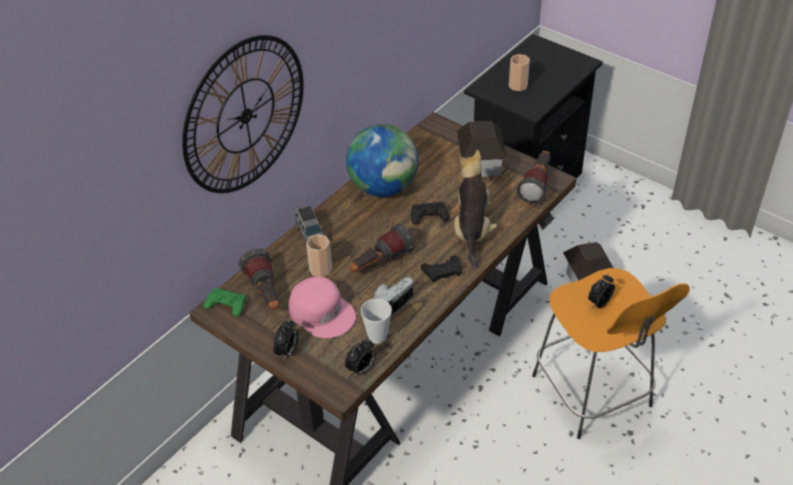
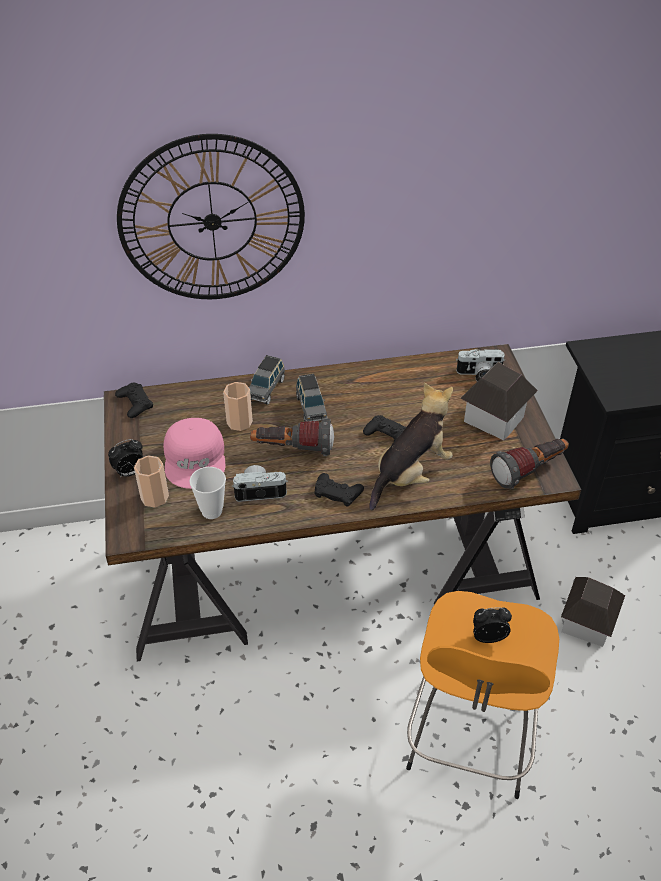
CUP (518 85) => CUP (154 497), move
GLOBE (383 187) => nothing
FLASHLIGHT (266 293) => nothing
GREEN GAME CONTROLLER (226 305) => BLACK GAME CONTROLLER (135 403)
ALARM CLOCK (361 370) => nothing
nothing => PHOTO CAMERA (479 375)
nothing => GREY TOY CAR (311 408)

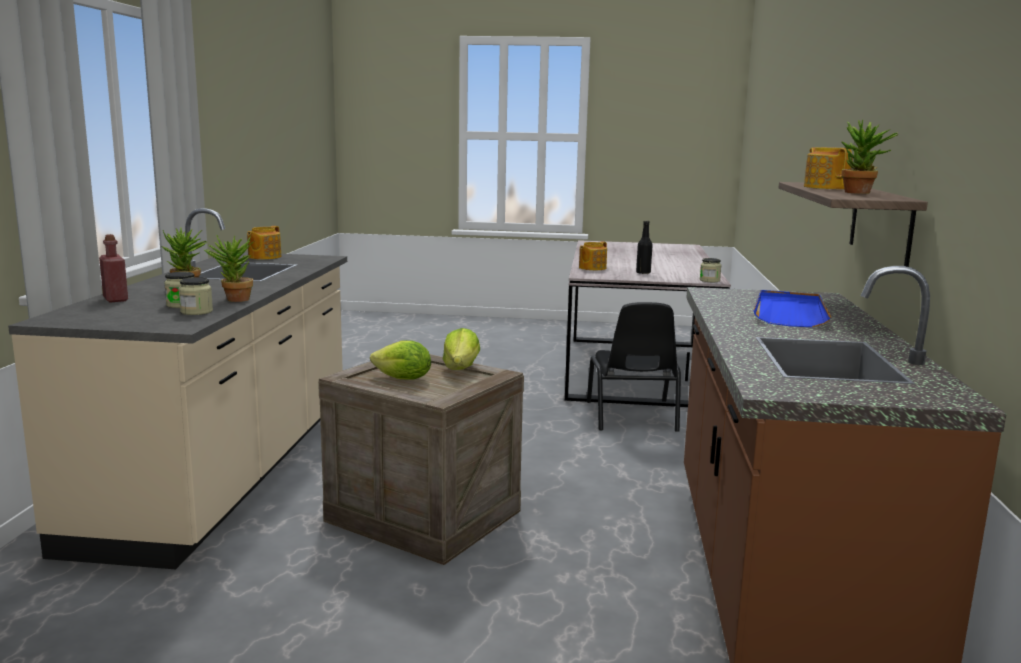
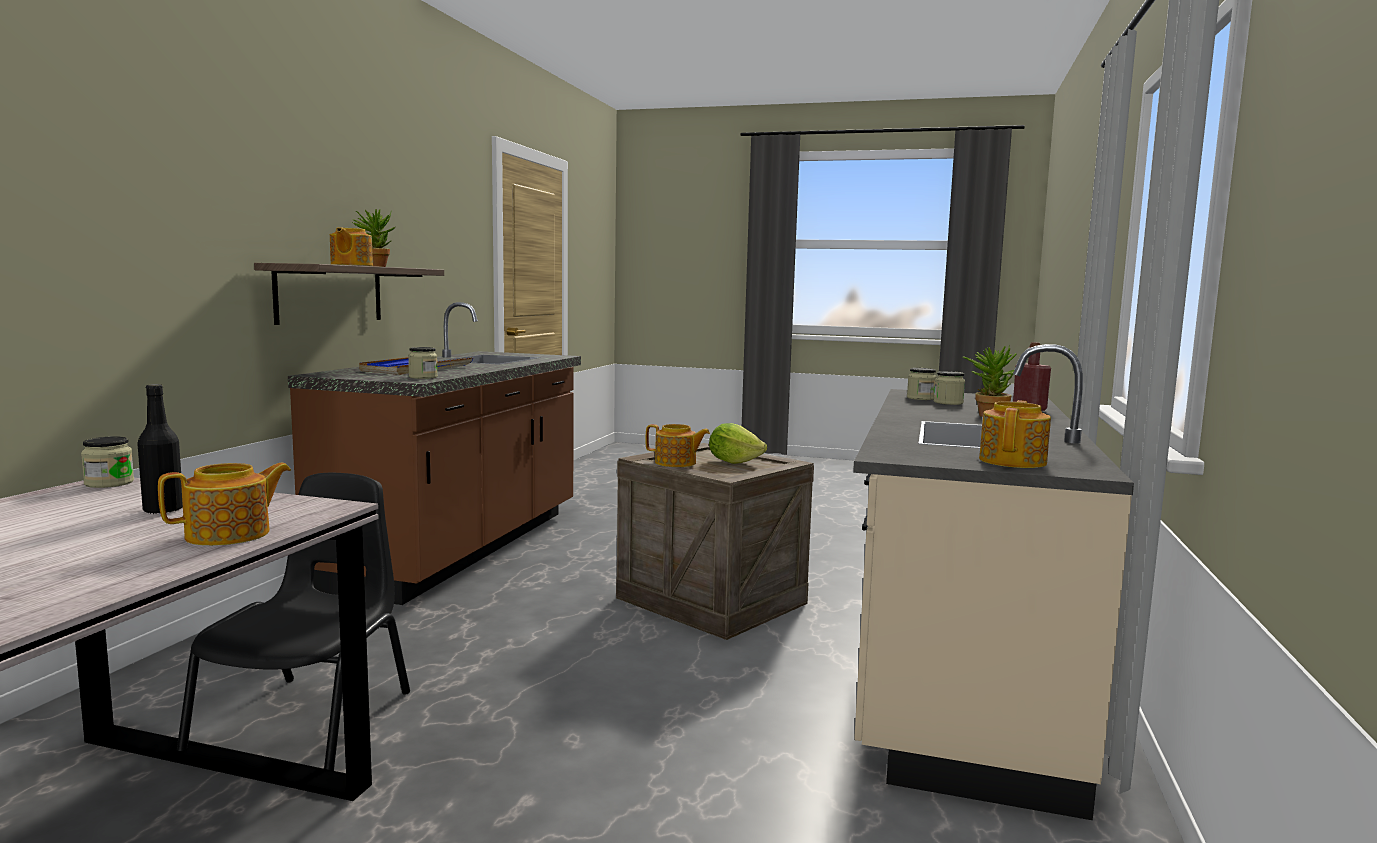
POTTED PLANT (233 300) => nothing
LETTUCE (461 368) => TEAPOT (676 463)
nothing => JAR (423 377)

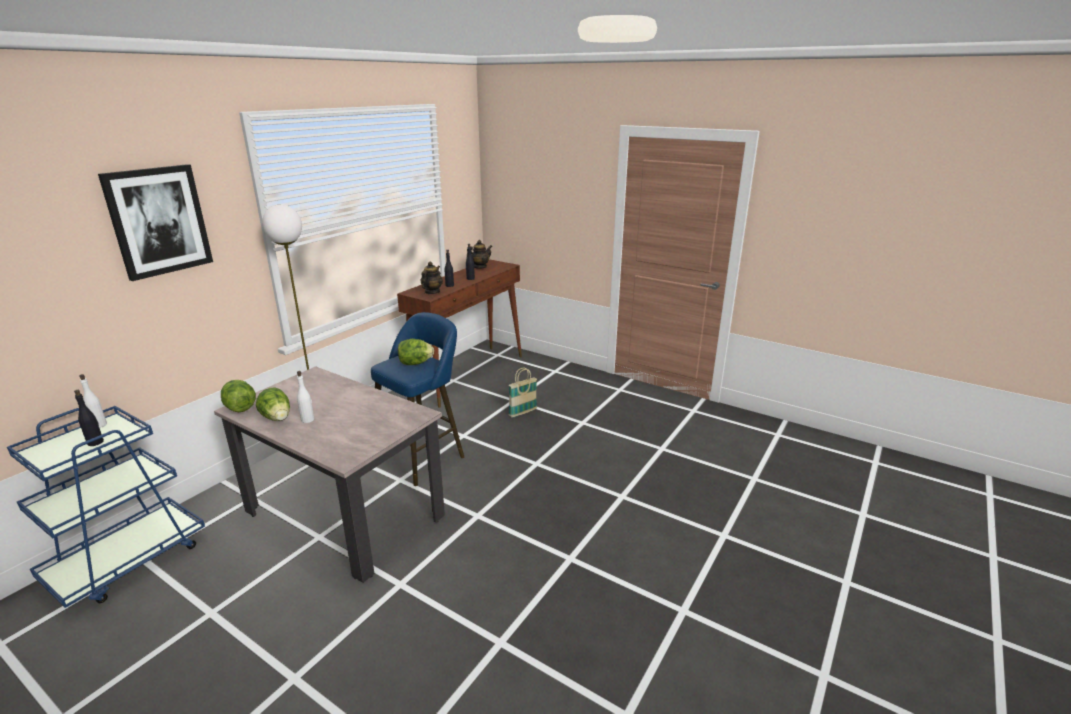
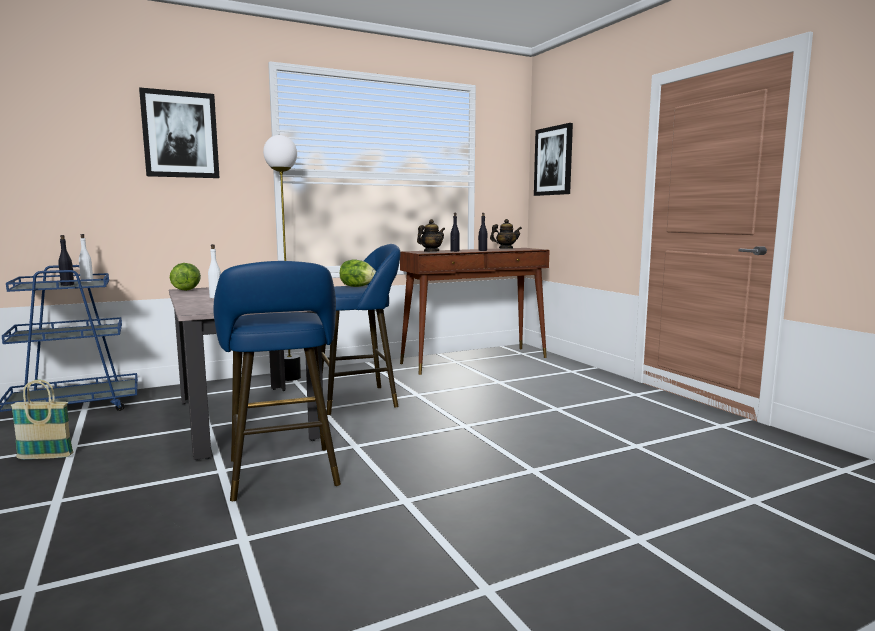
BASKET (523 413) => BASKET (45 457), move
LETTUCE (277 418) => nothing
nothing => PICTURE (553 161)
nothing => BLUE STOOL (284 475)

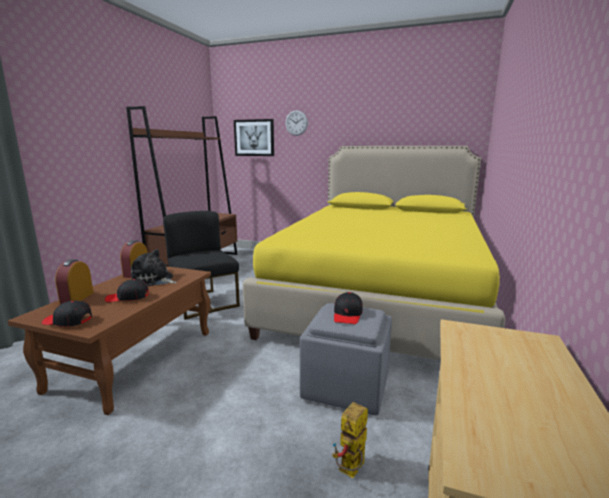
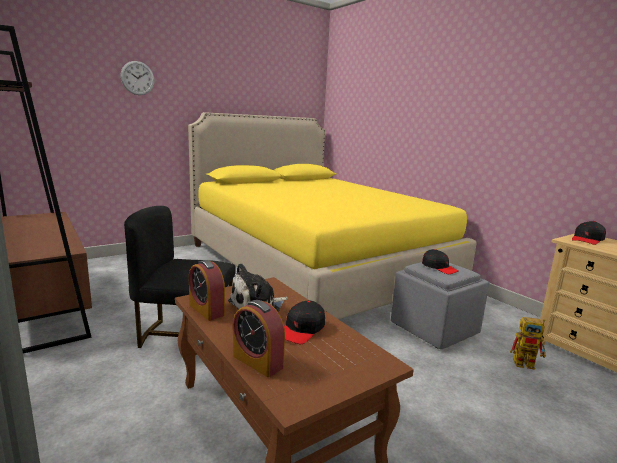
PICTURE (254 138) => nothing
BLACK CAP (68 321) => BLACK CAP (587 239), move
TOY ROBOT (351 472) => TOY ROBOT (528 364), 60 degrees counterclockwise

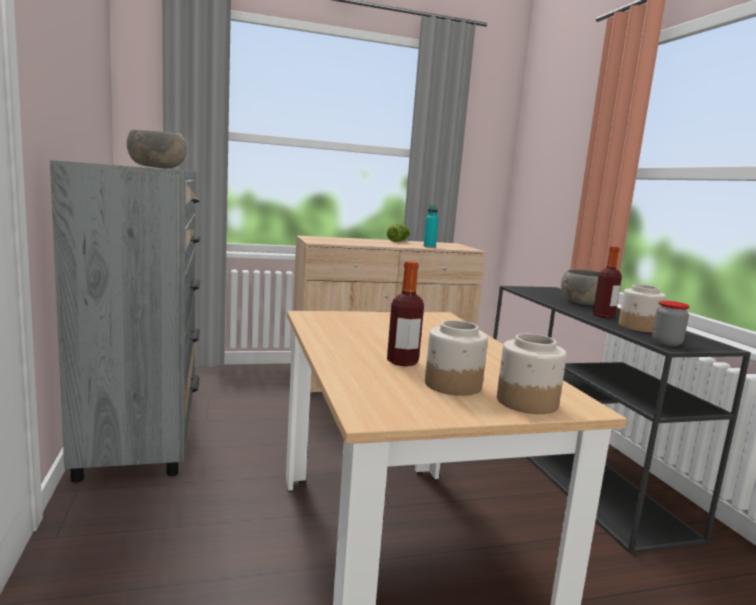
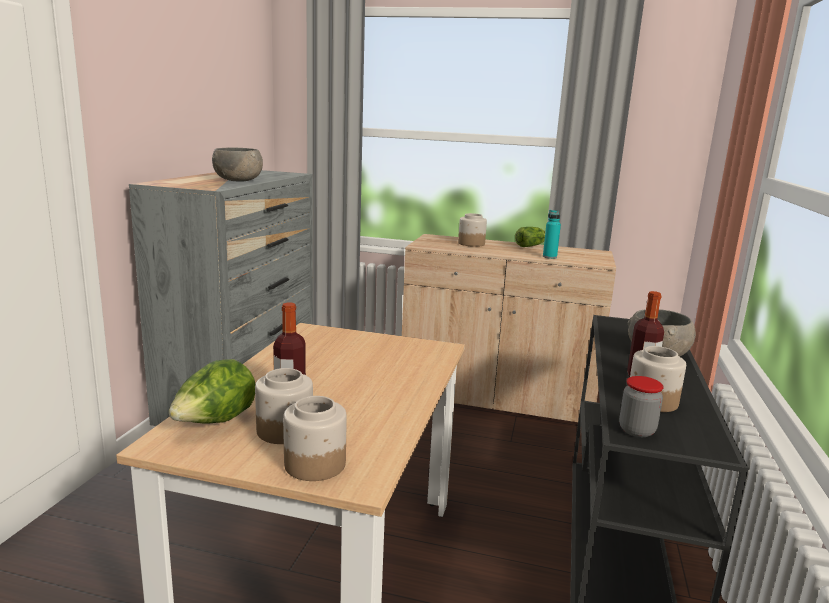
nothing => JAR (471 243)
nothing => LETTUCE (215 423)

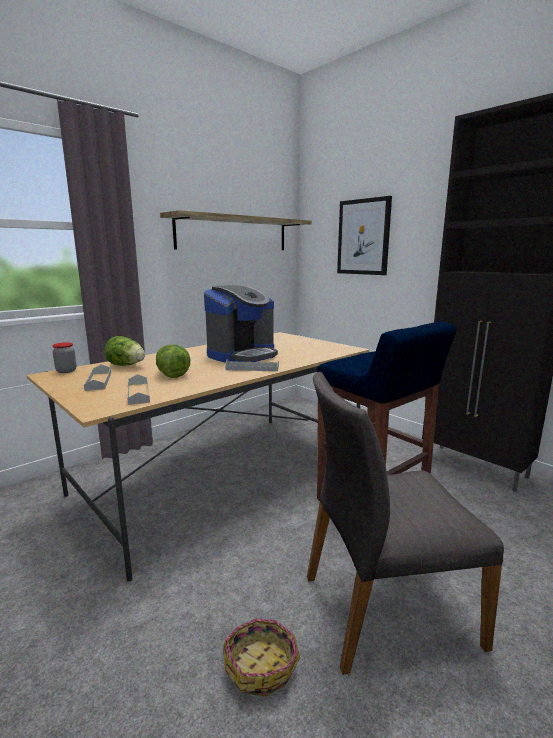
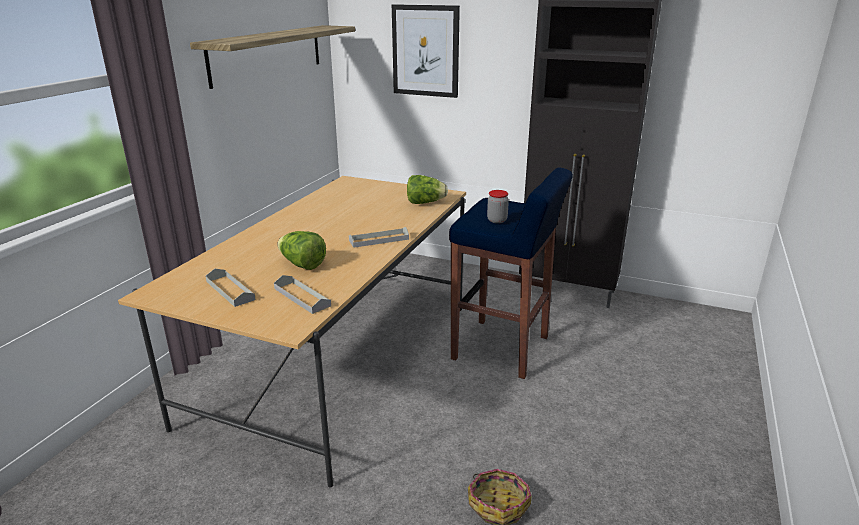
COFFEE MACHINE (242 355) => nothing
LETTUCE (127 365) => LETTUCE (425 203), move
JAR (66 371) => JAR (497 220), move
GREY CHAIR (386 607) => nothing

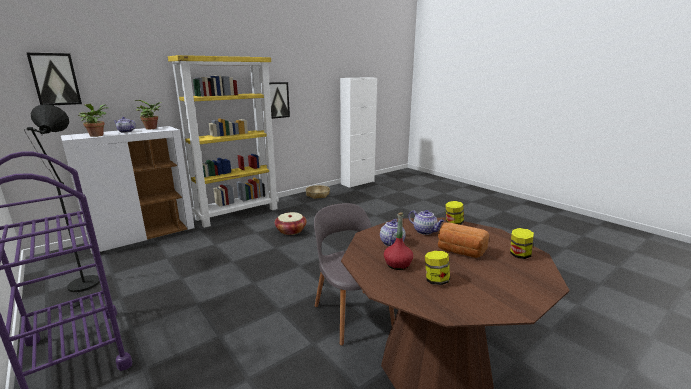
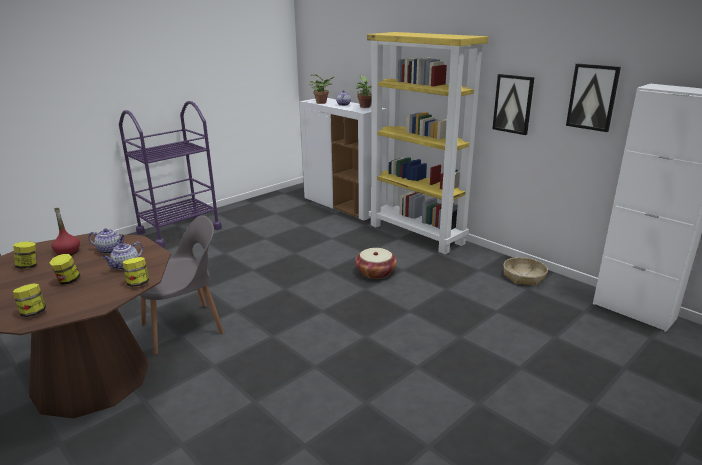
PICTURE (55 79) => PICTURE (592 97), move
BLACK FLOOR LAMP (84 287) => nothing
BREAD (460 251) => JAR (68 281)

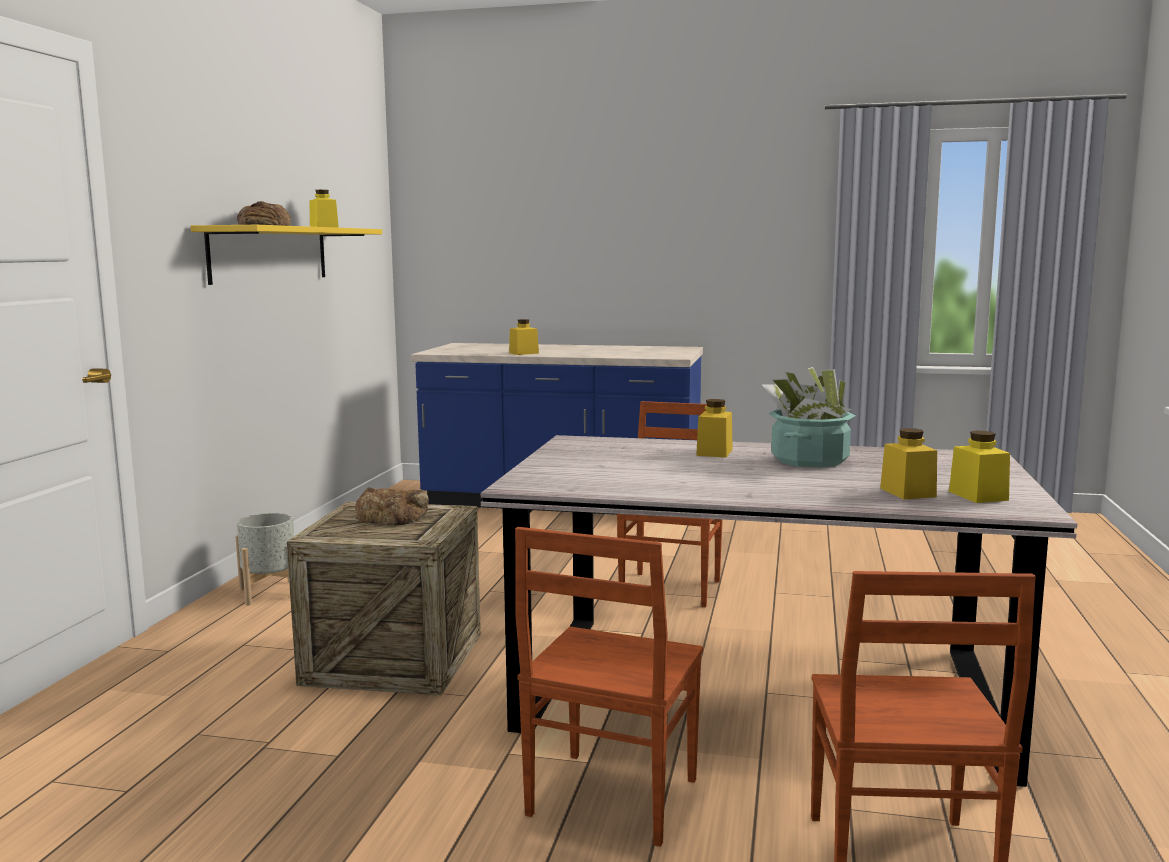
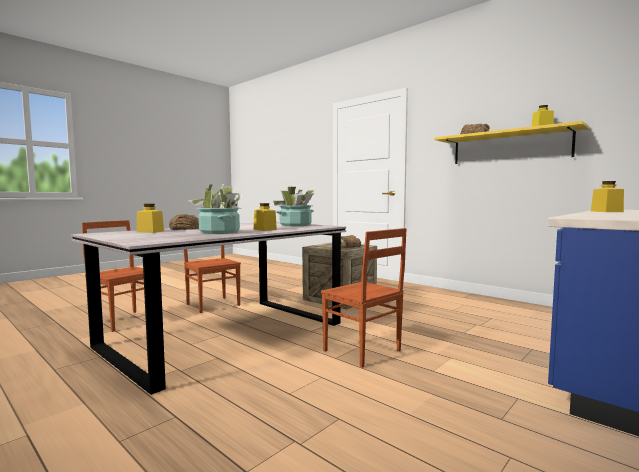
YELLOW JAR (978 496) => nothing
GREY PLANTER (269 593) => nothing
nothing => POTTED PLANT (295 225)
nothing => BREAD (184 228)

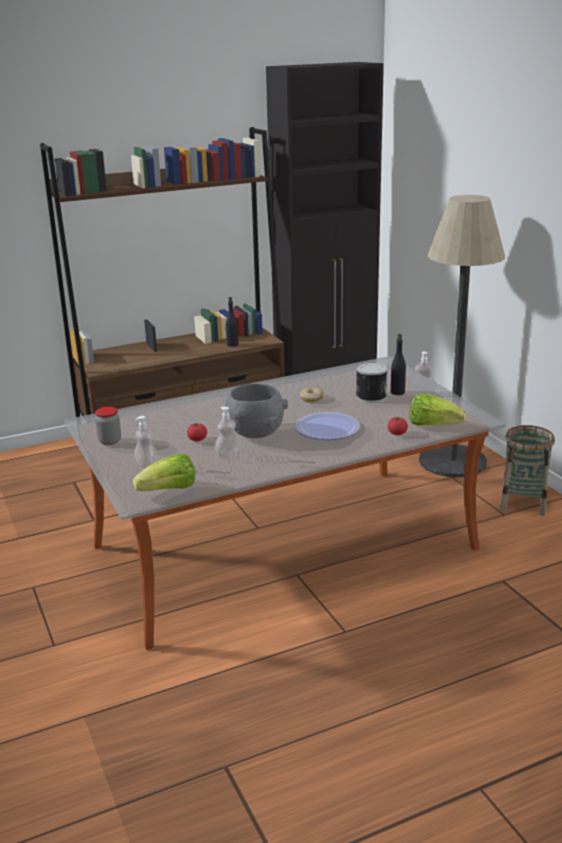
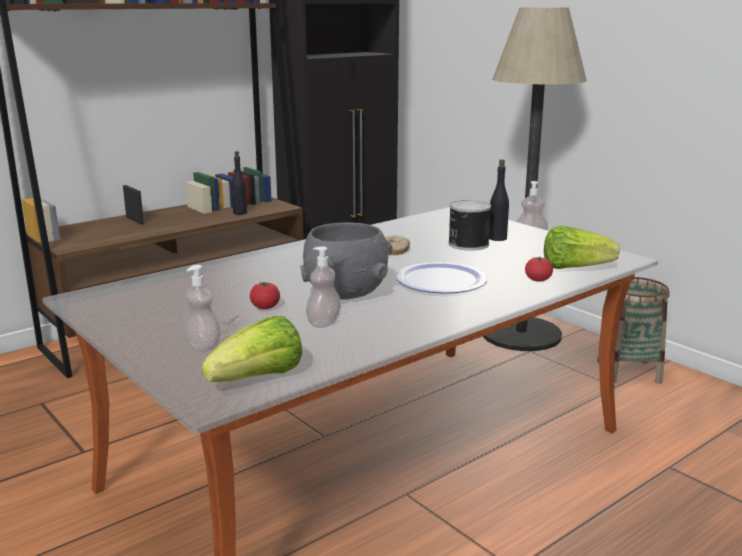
JAR (110 441) => nothing

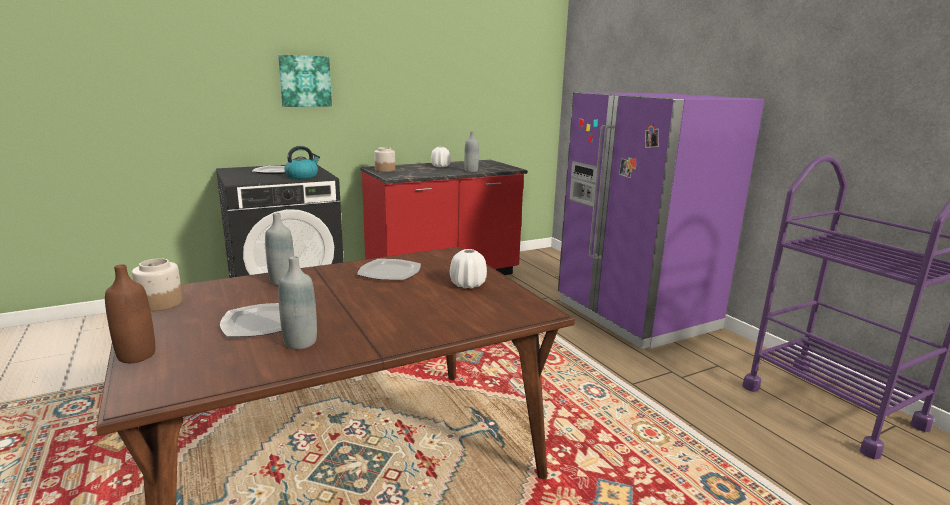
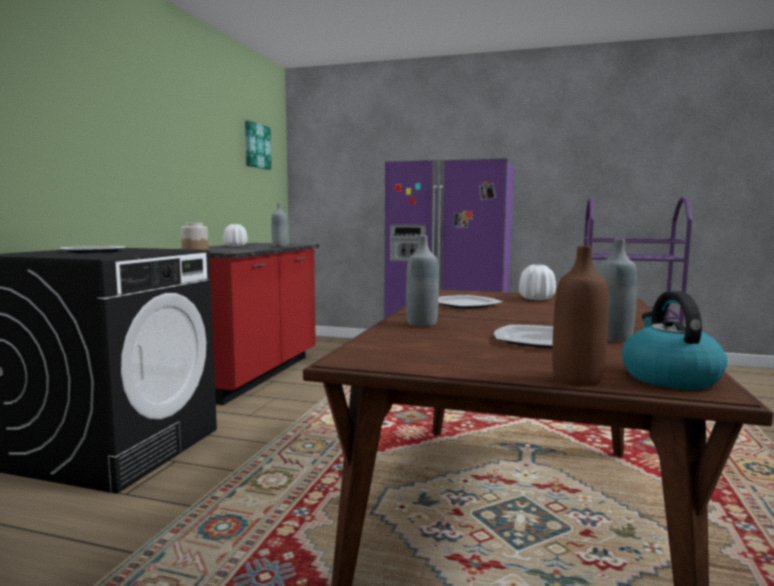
PICTURE (305 81) => PICTURE (256 146), move
KETTLE (302 176) => KETTLE (668 377), move
JAR (160 303) => nothing

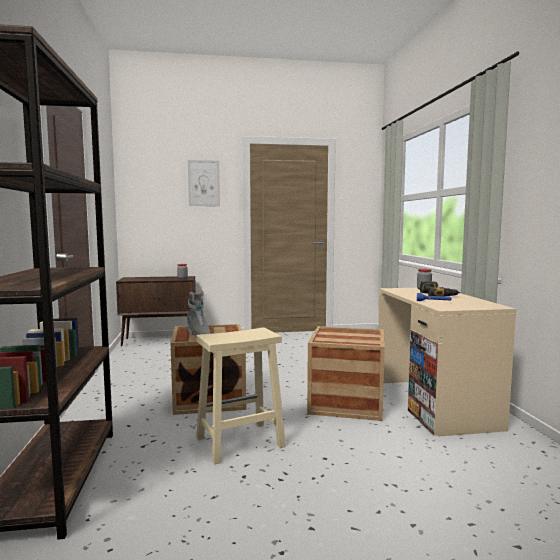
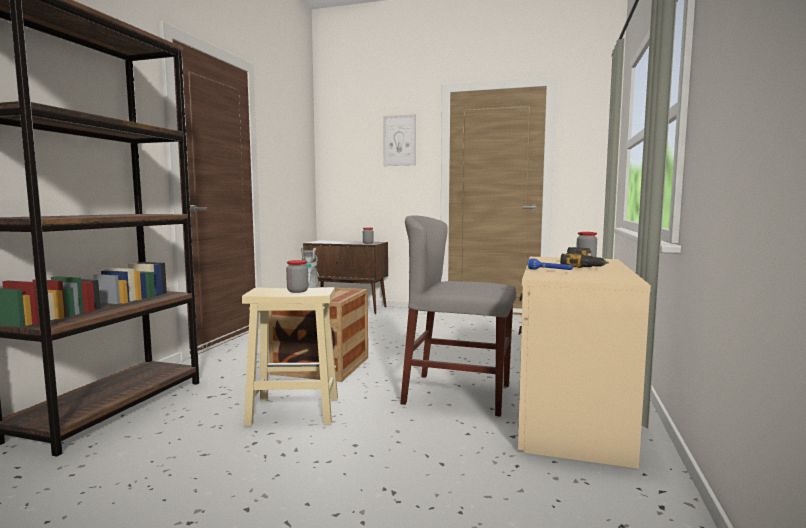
CRATE (346 403) => GREY CHAIR (457 394)
nothing => JAR (297 291)

